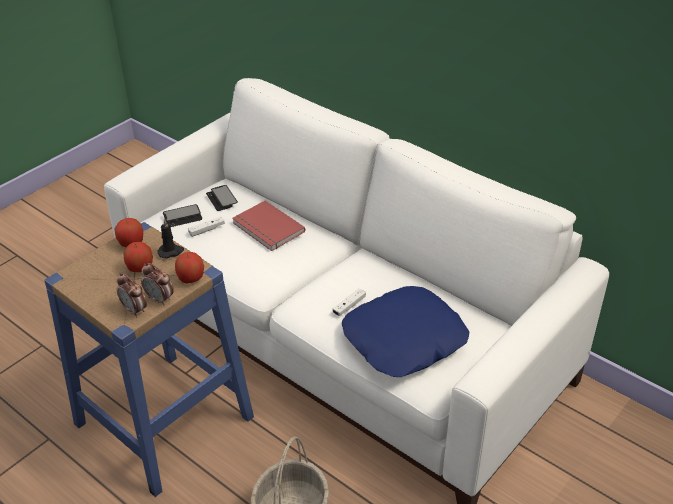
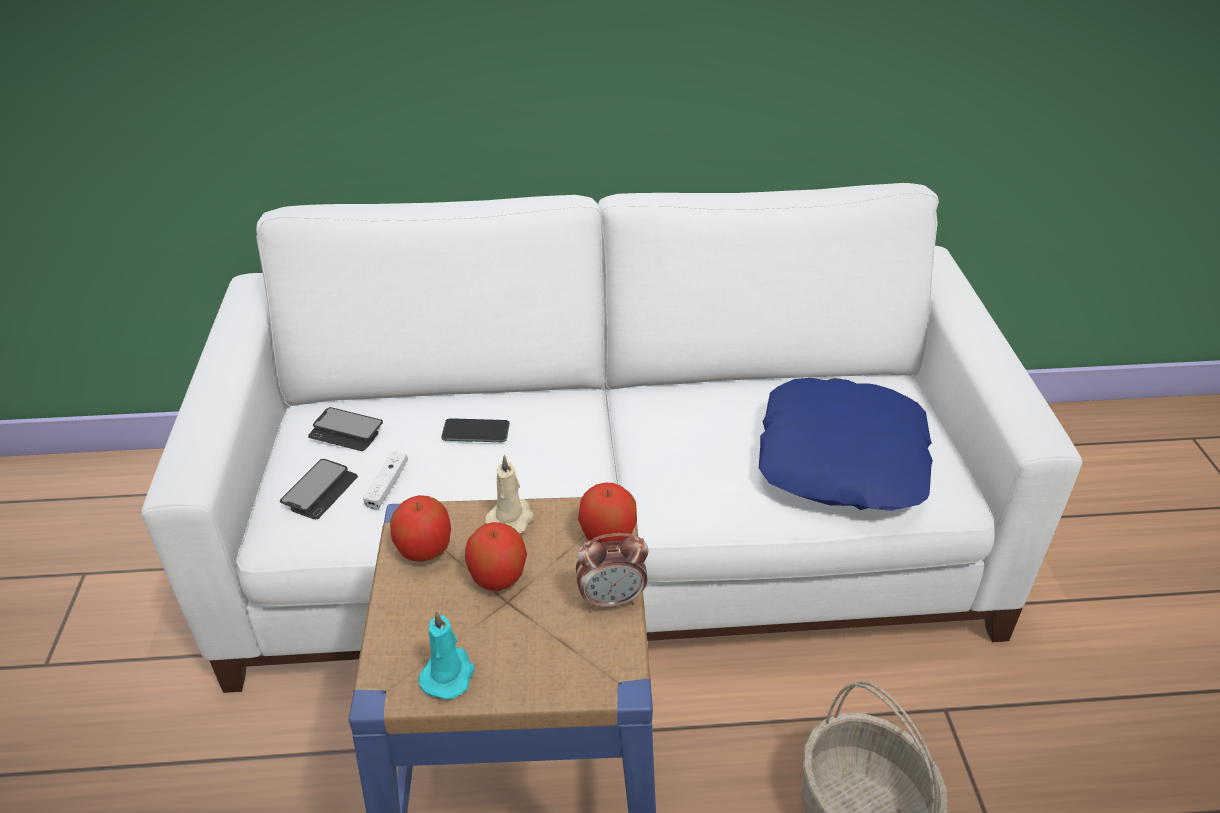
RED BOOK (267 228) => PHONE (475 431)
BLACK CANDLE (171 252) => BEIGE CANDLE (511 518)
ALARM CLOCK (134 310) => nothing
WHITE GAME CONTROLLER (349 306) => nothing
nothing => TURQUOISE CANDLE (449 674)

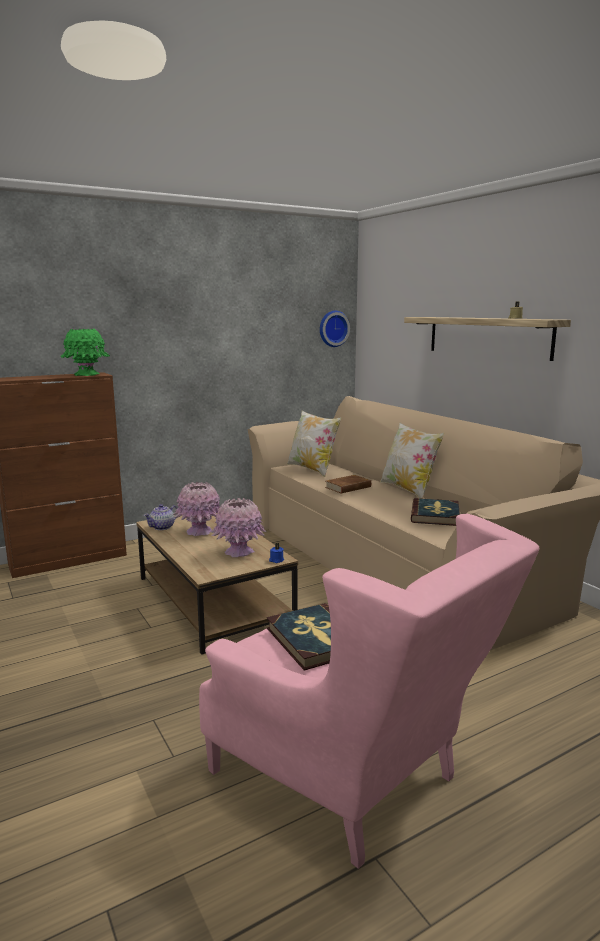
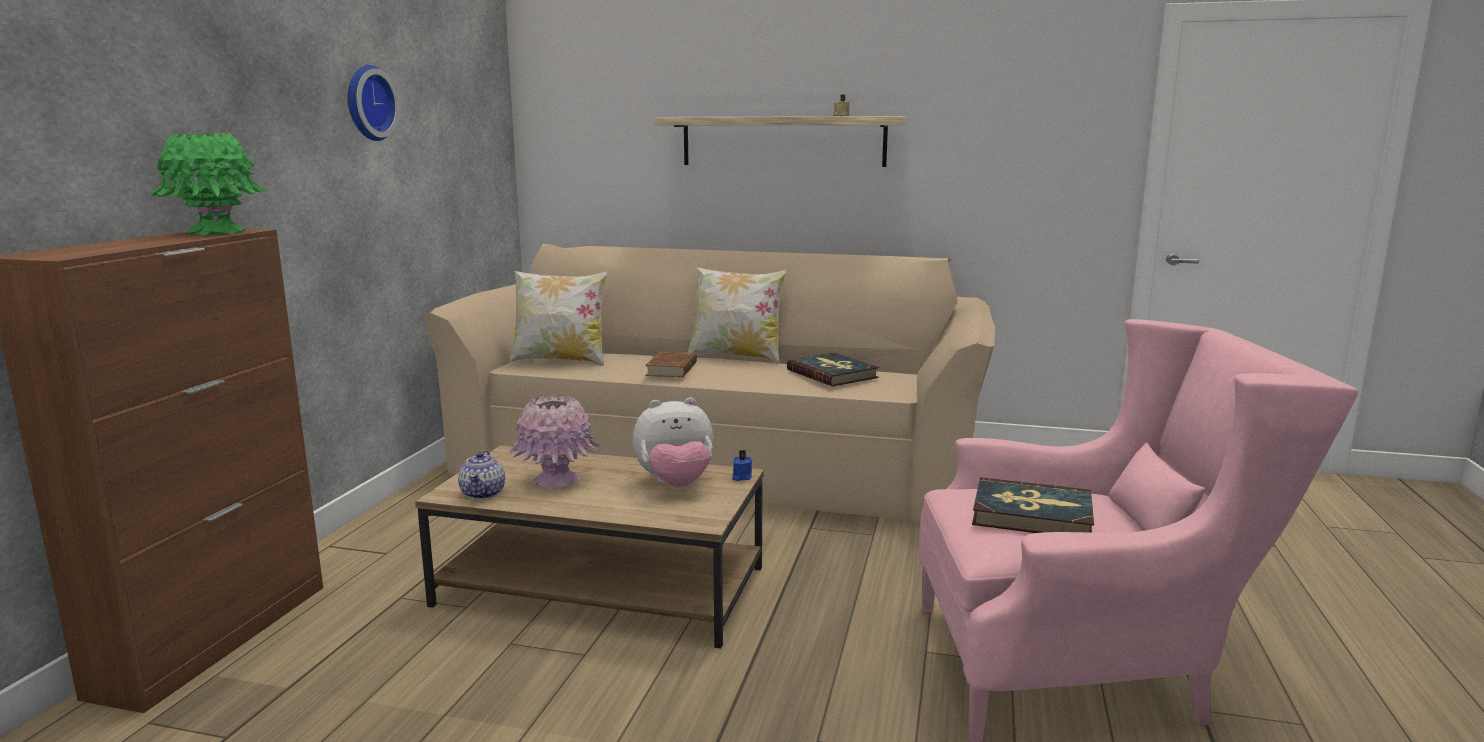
WALL CLOCK (333 328) => WALL CLOCK (367 103), move
PINK VASE (239 552) => PLUSH TOY (675 484)

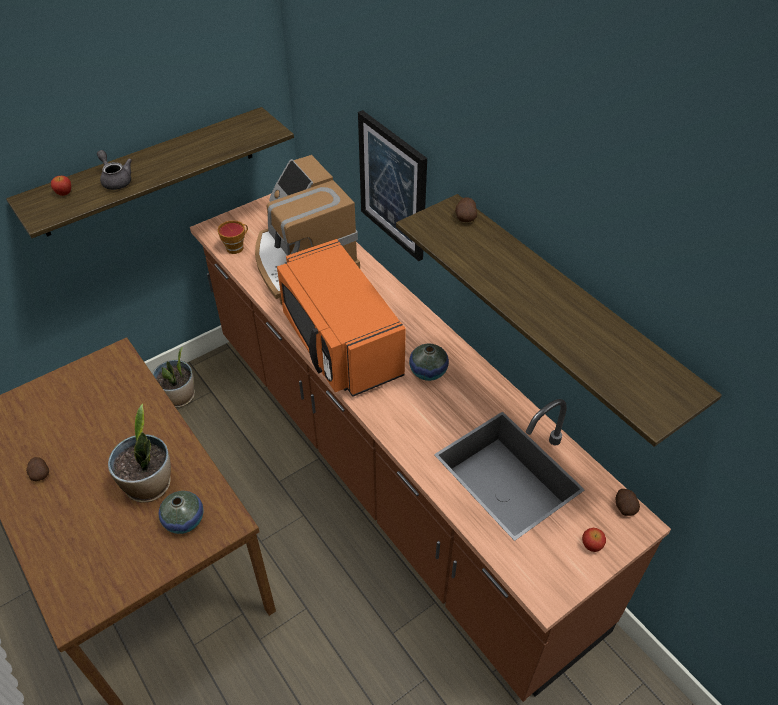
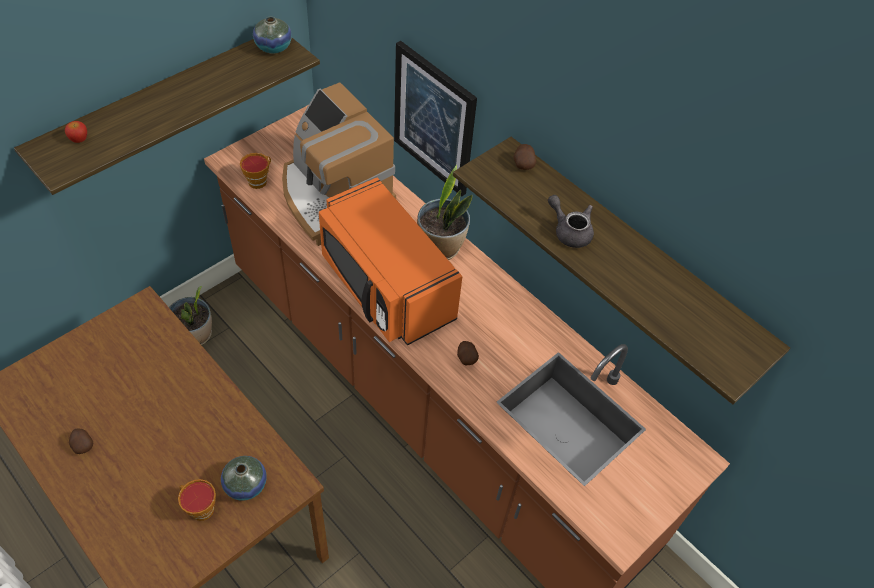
GREY TEAPOT (116 180) => GREY TEAPOT (569 231), move
VASE (428 371) => VASE (273 47), move
POTTED PLANT (149 485) => POTTED PLANT (440 247), move
POTATO (624 507) => POTATO (466 357), move
APPLE (591 545) => nothing
nothing => CUP (199 508)

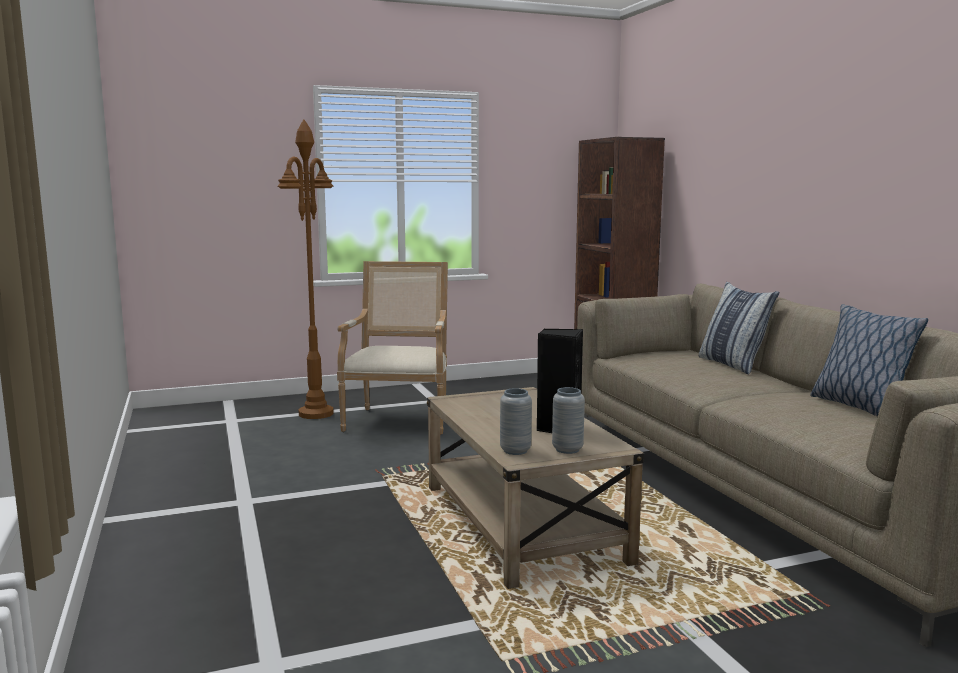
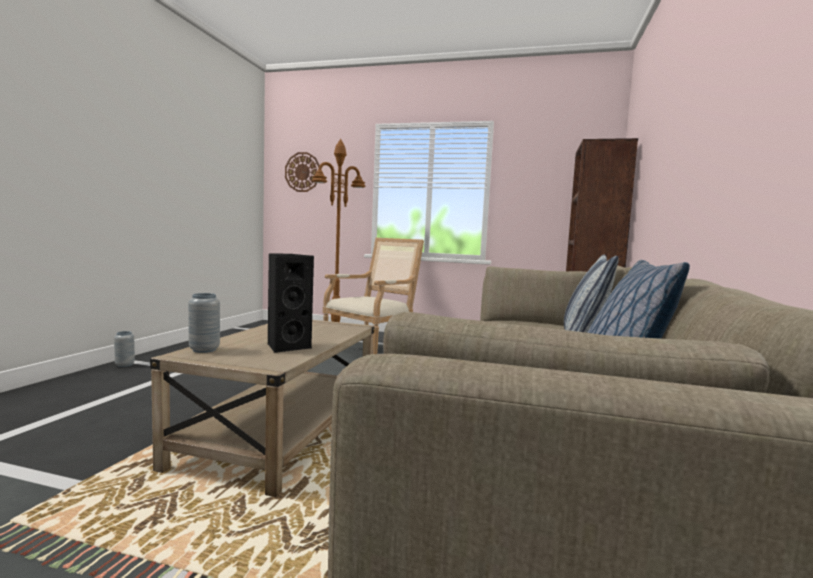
GREY VASE (567 449) => GREY VASE (125 365), move
nothing => WALL CLOCK (302 172)

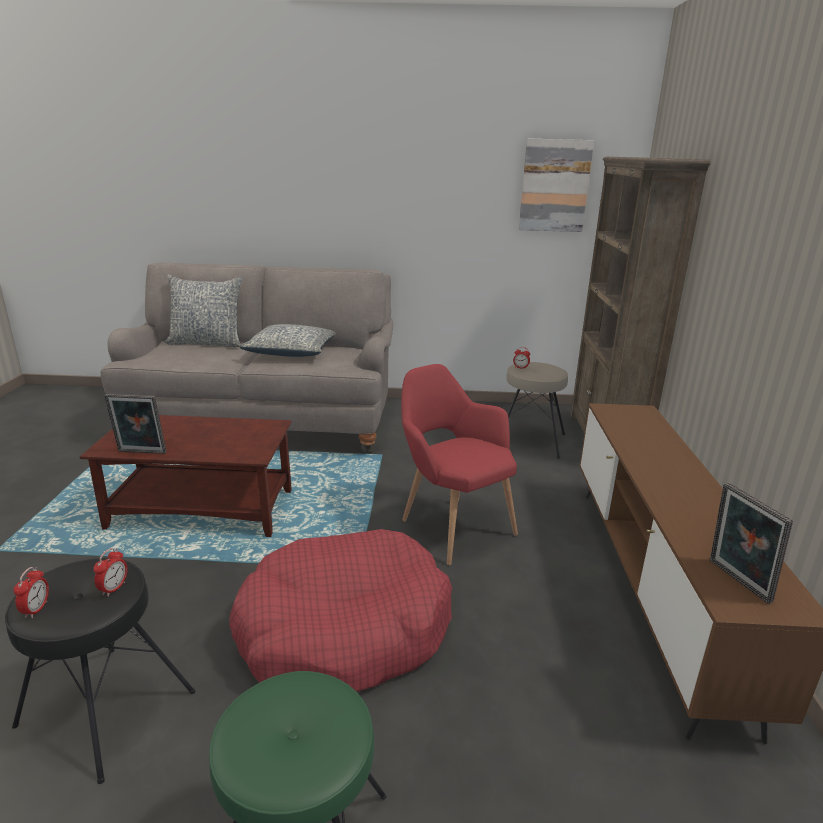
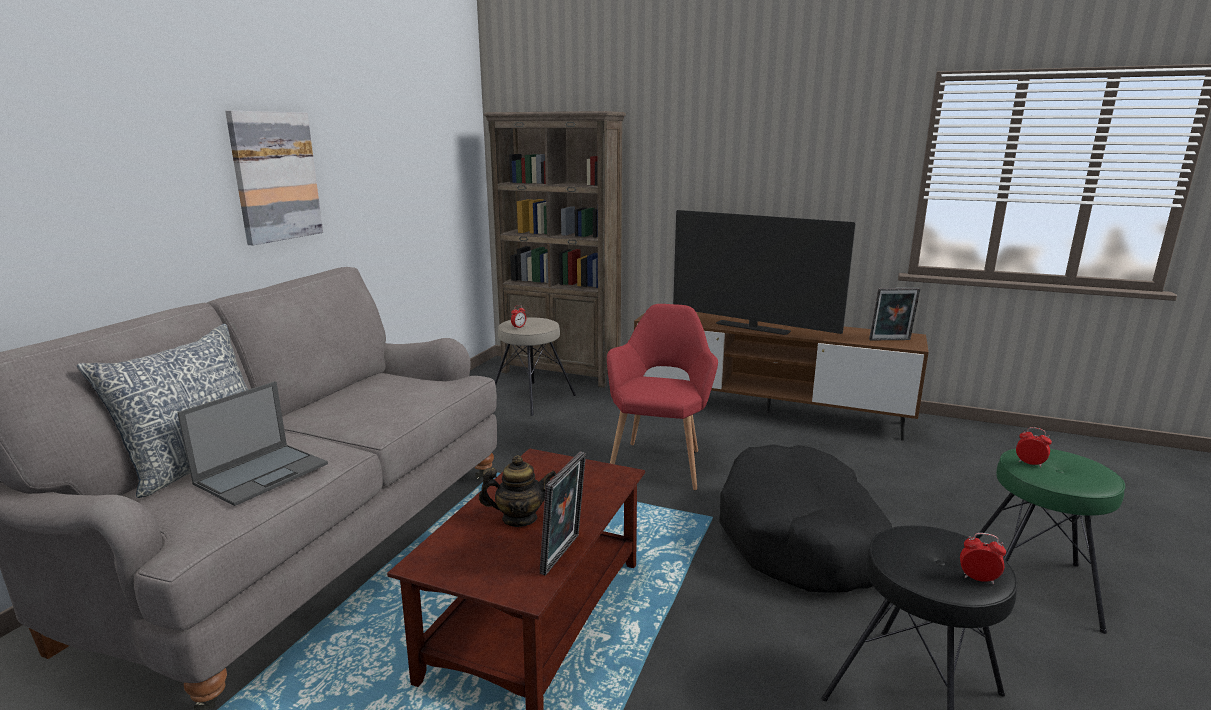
PICTURE (554 186) => PICTURE (275 176), move
PILLOW (292 352) => nothing
RED ARMCHAIR (451 525) => RED ARMCHAIR (659 462), 120 degrees clockwise
RED DOG BED (344 630) => BLACK DOG BED (802 538)
ALARM CLOCK (114 588) => ALARM CLOCK (1029 463), move
nothing => TELEVISION (752 328)
nothing => LAPTOP (263 473)
nothing => TEAPOT (519 518)

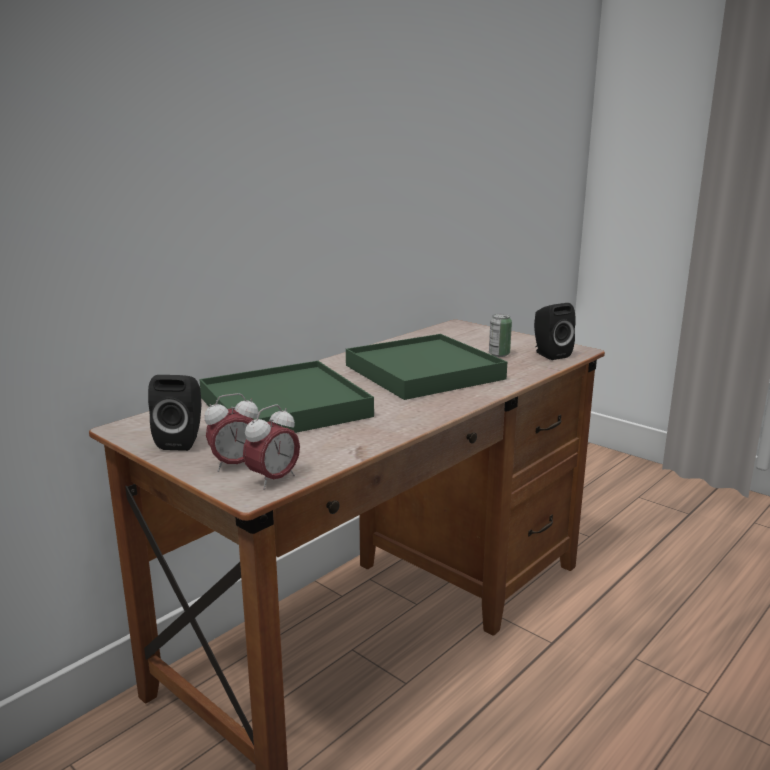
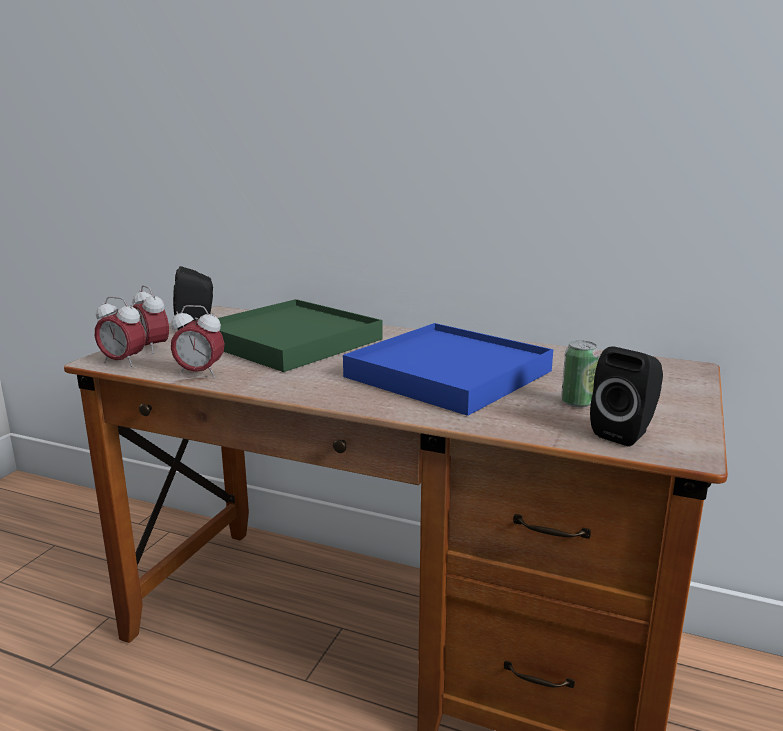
GREEN TRAY (423 372) => BLUE TRAY (447 374)
nothing => ALARM CLOCK (200 373)

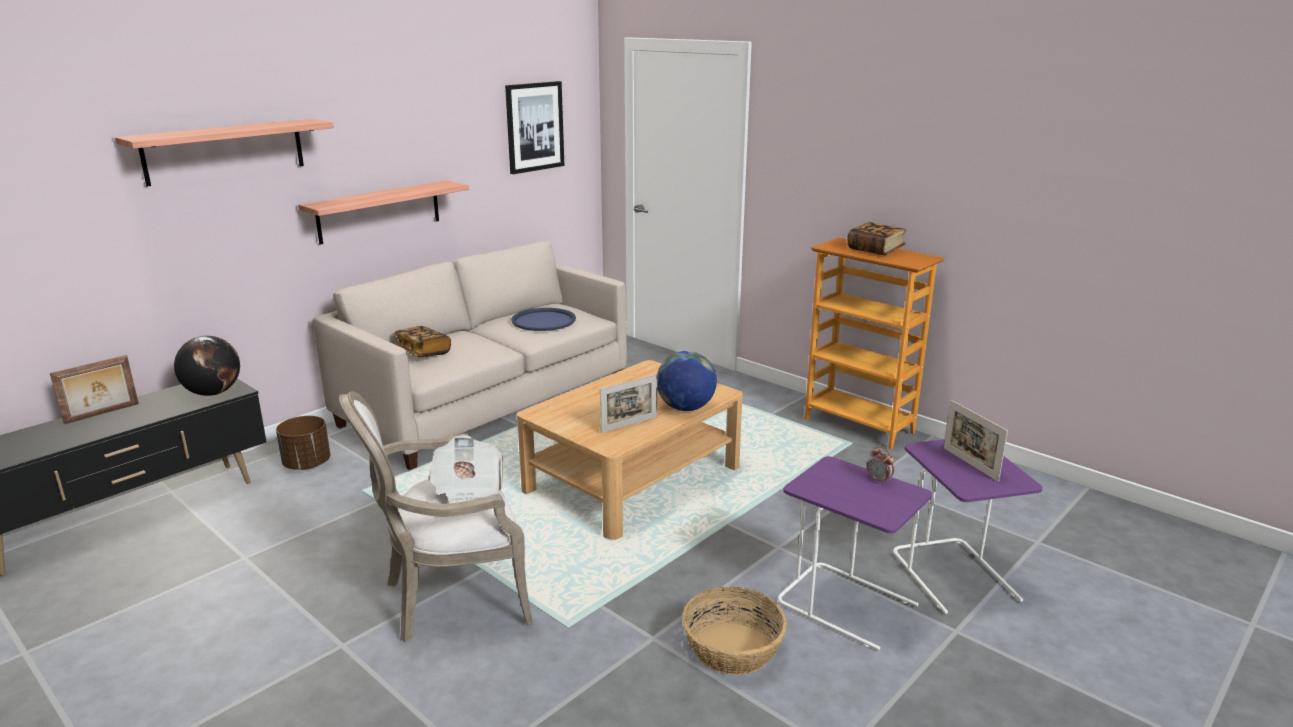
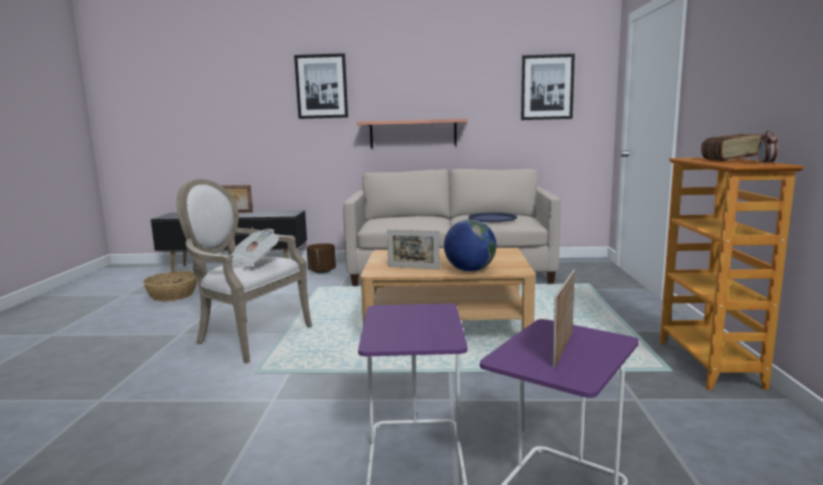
SHELF (225 151) => PICTURE (321 86)
BOOK (423 352) => nothing
GLOBE (213 393) => nothing
ALARM CLOCK (879 480) => ALARM CLOCK (766 164), move
BASKET (732 649) => BASKET (172 295), move

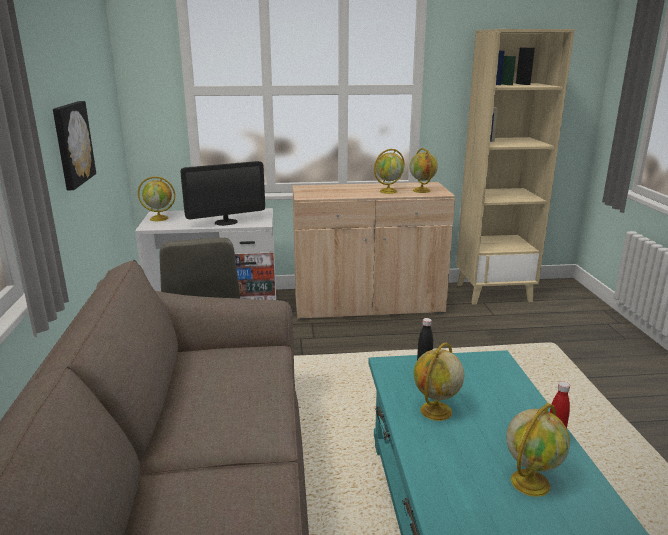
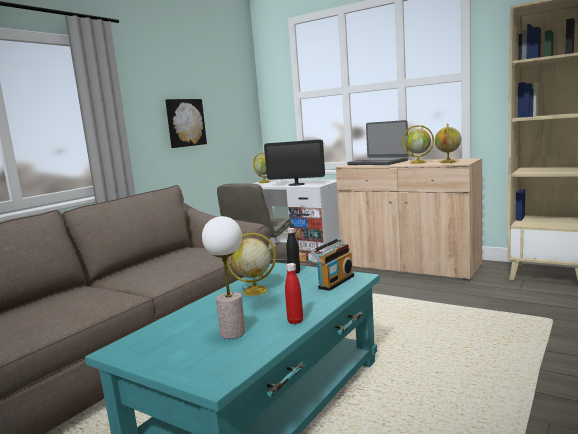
GLOBE (530 482) => TABLE LAMP (233 333)
nothing => LAPTOP (378 162)
nothing => RADIO (334 282)

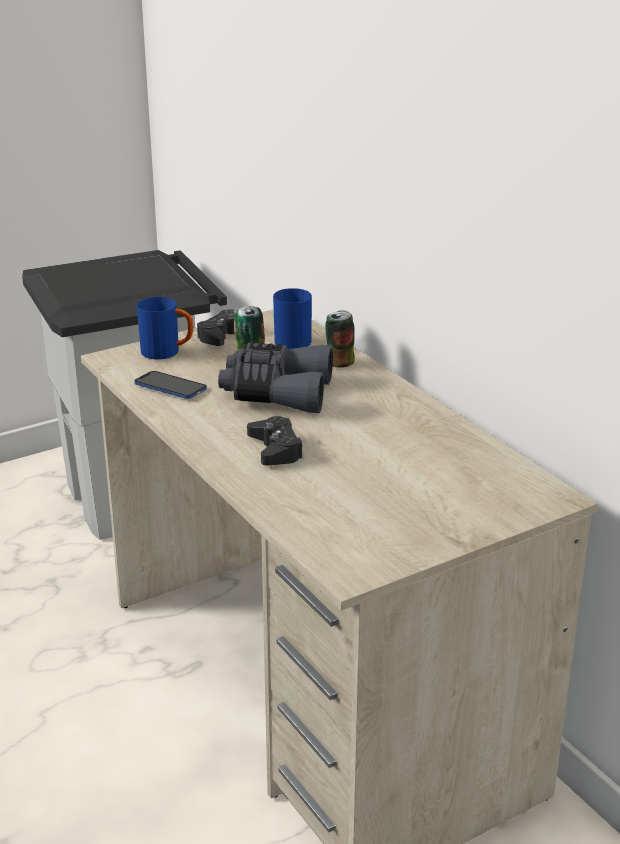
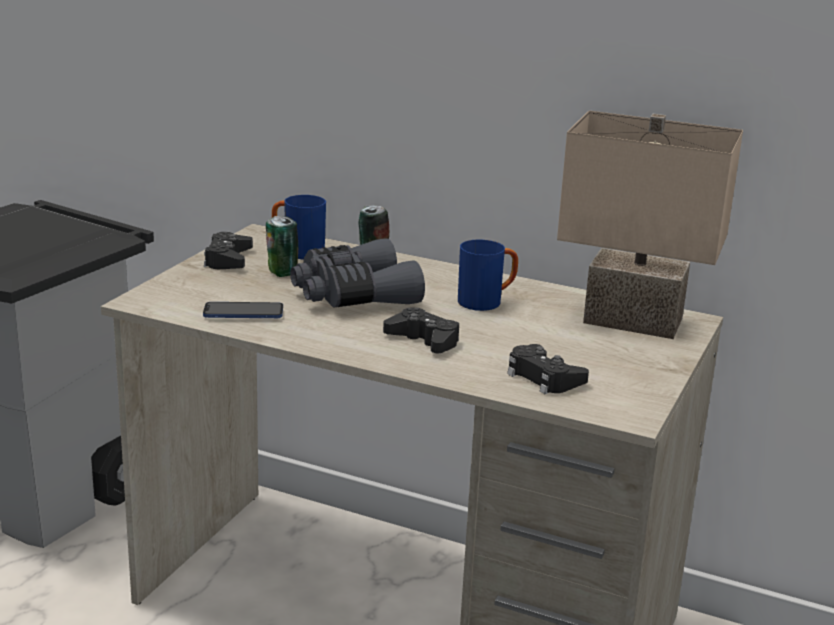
BLUE MUG (167 353) => BLUE MUG (487 302), move
nothing => BEIGE TABLE LAMP (630 322)
nothing => BLACK GAME CONTROLLER (543 377)

